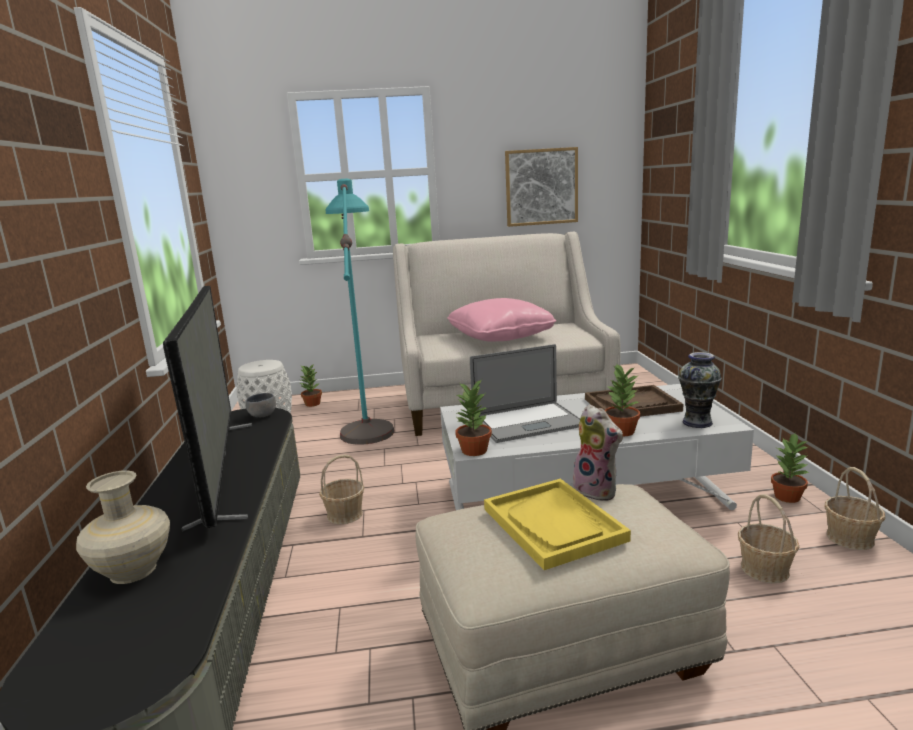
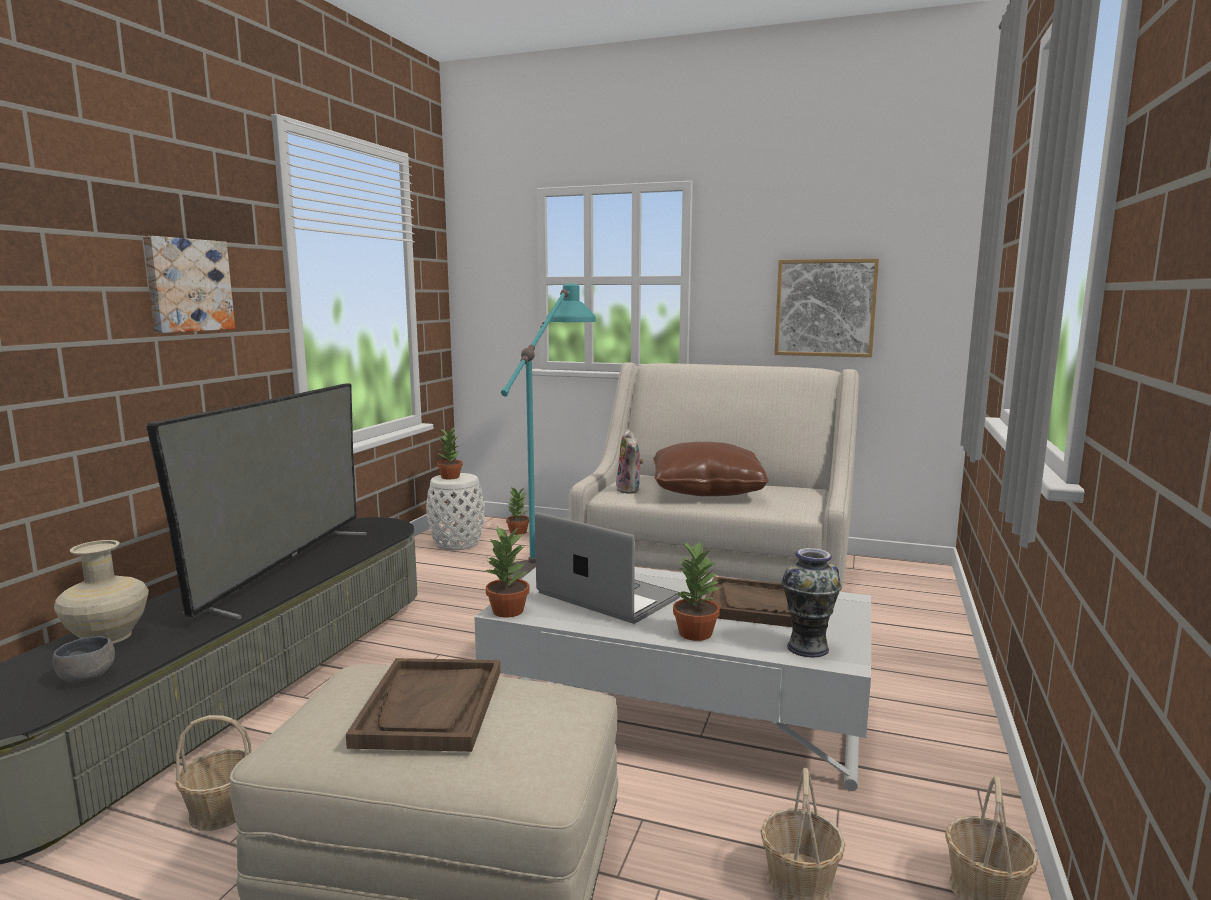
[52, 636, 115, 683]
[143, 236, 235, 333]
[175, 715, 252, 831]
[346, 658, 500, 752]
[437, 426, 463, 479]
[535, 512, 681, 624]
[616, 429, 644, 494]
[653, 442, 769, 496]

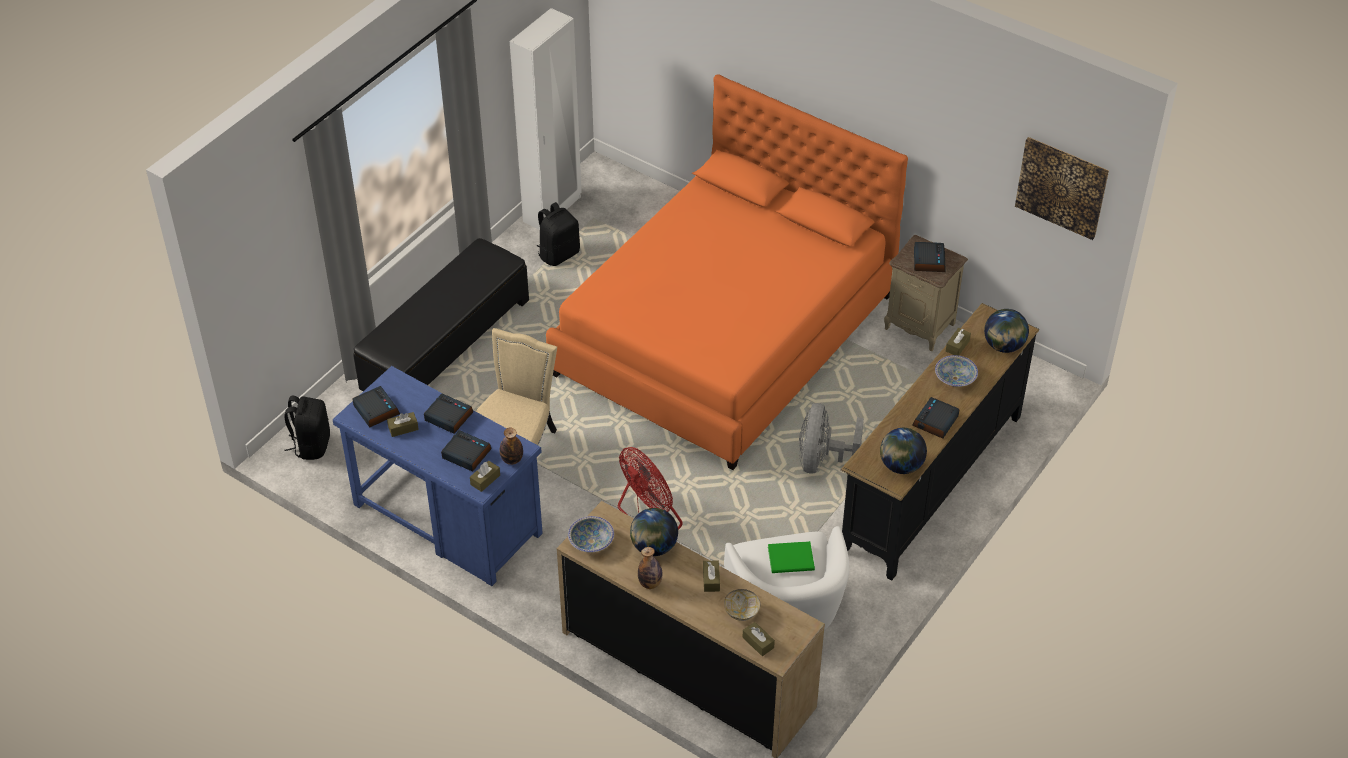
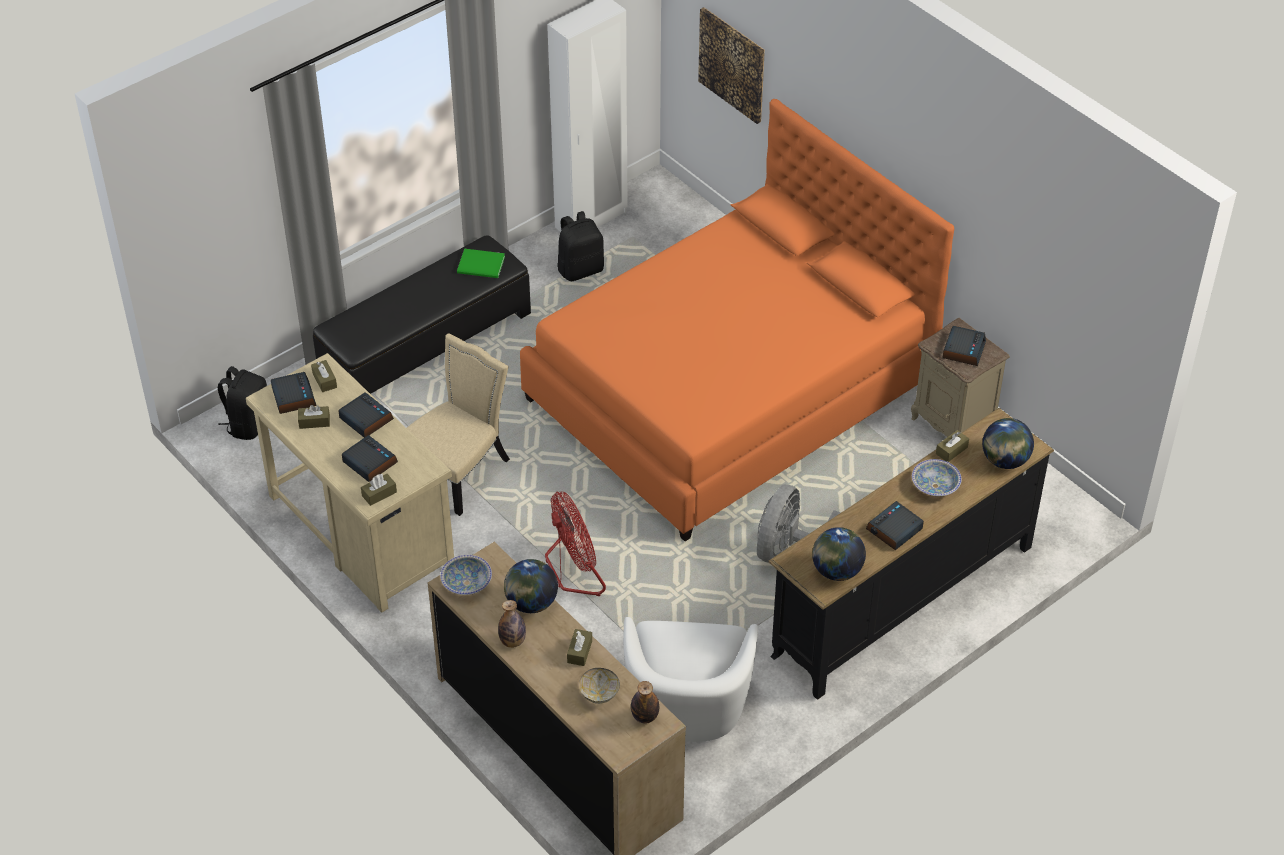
[246, 353, 454, 613]
[311, 360, 337, 392]
[457, 249, 505, 278]
[631, 681, 659, 724]
[698, 7, 765, 124]

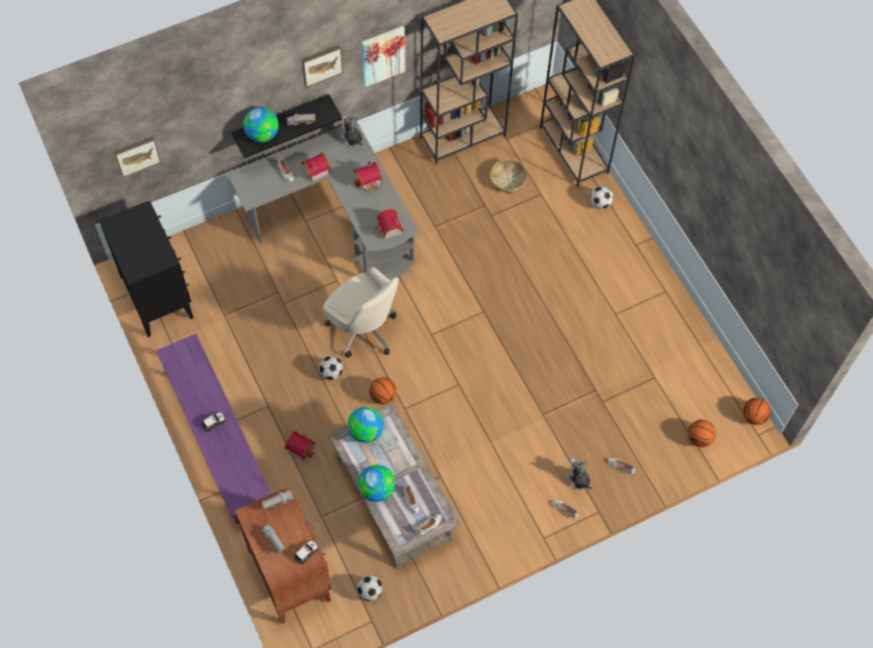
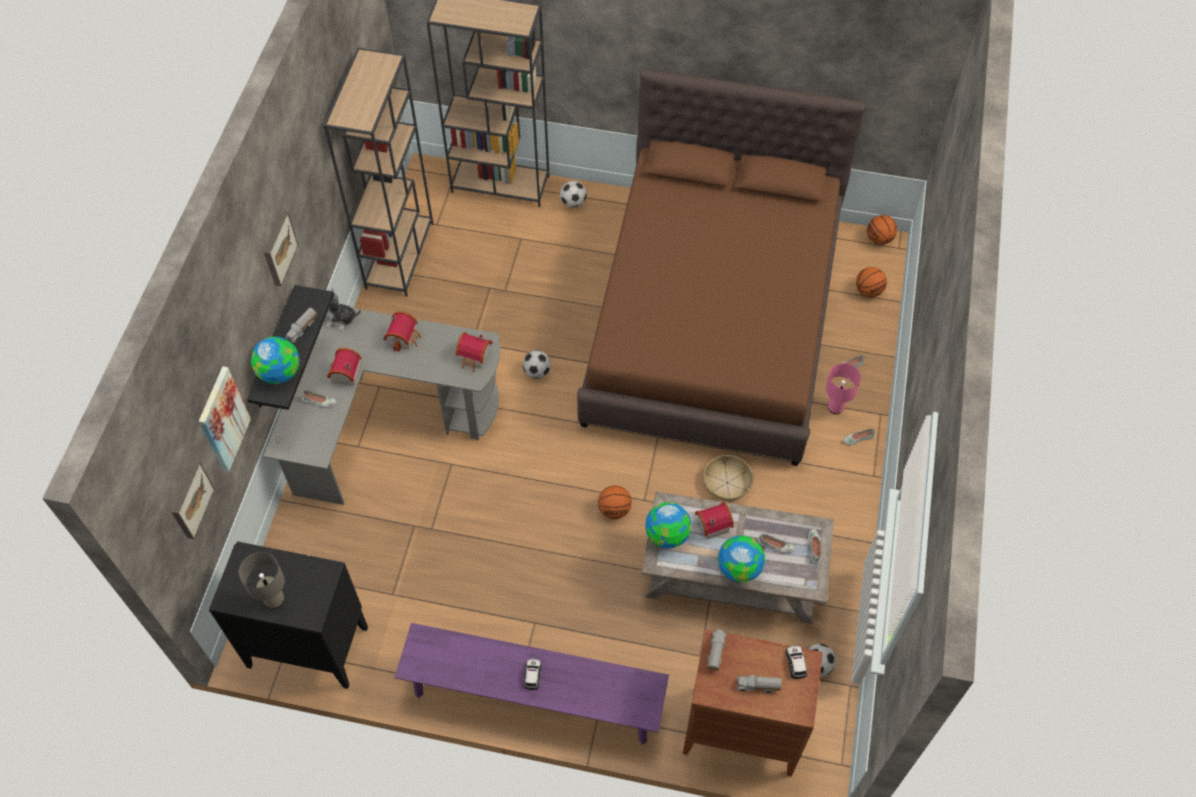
[199, 366, 251, 472]
[239, 552, 285, 609]
[523, 350, 551, 379]
[577, 68, 866, 466]
[695, 502, 734, 539]
[704, 455, 753, 503]
[826, 363, 861, 414]
[323, 267, 399, 357] (first image)

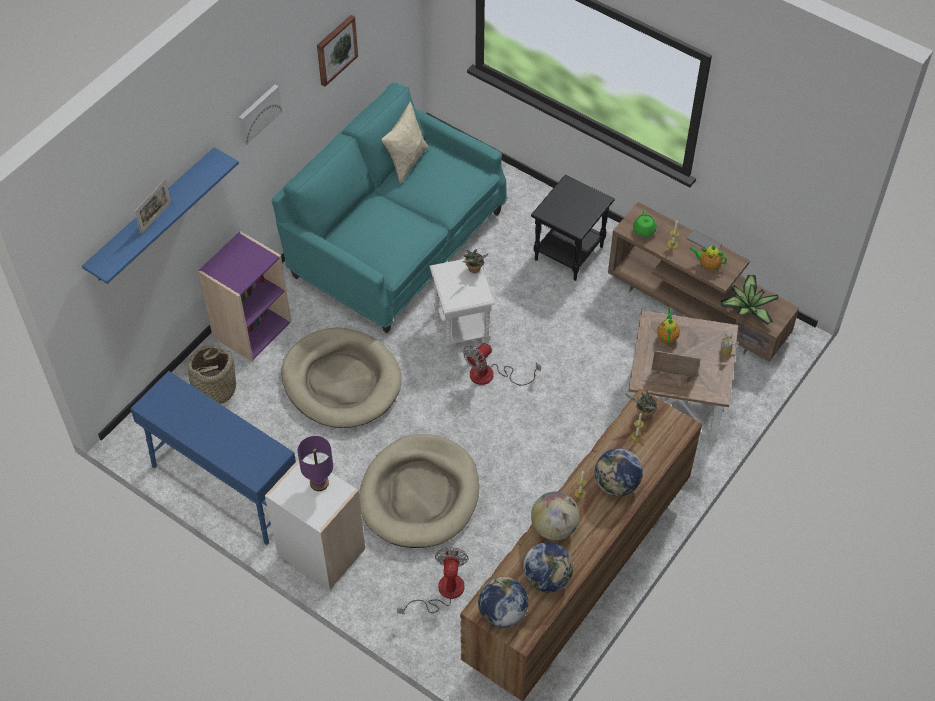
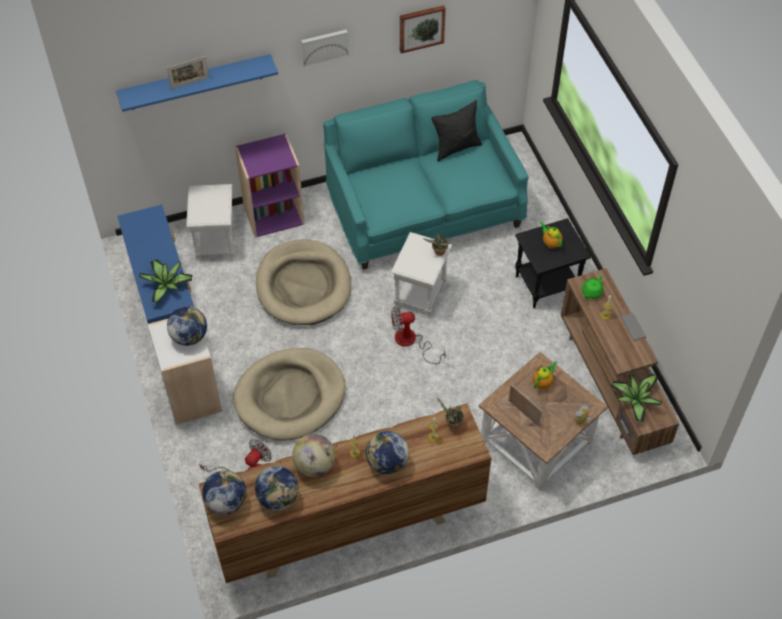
[139, 260, 193, 303]
[167, 306, 207, 346]
[186, 184, 235, 262]
[431, 100, 482, 162]
[540, 221, 563, 249]

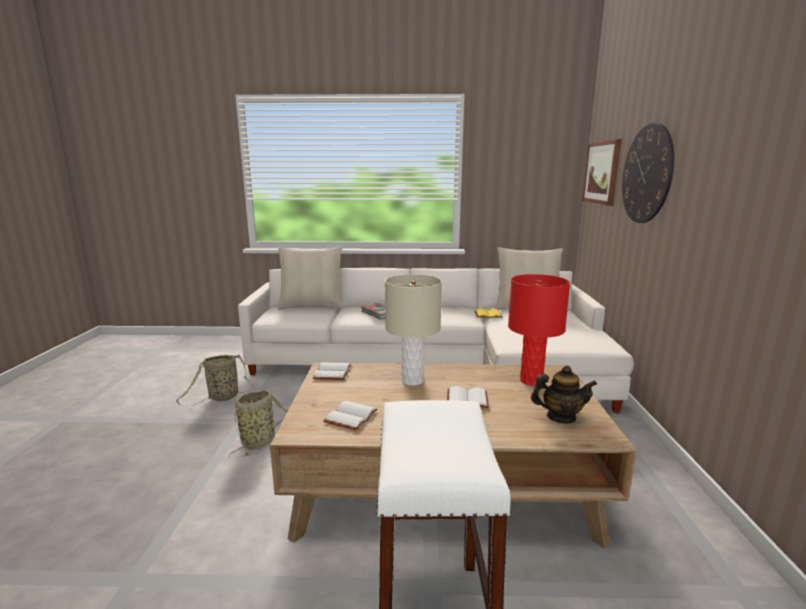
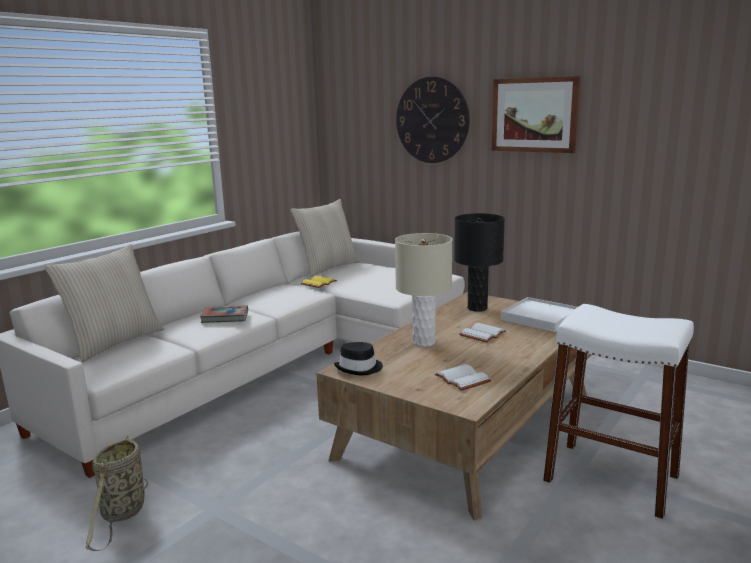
[334, 342, 383, 375]
[454, 213, 505, 312]
[492, 76, 580, 153]
[501, 297, 577, 332]
[229, 390, 288, 458] (first image)

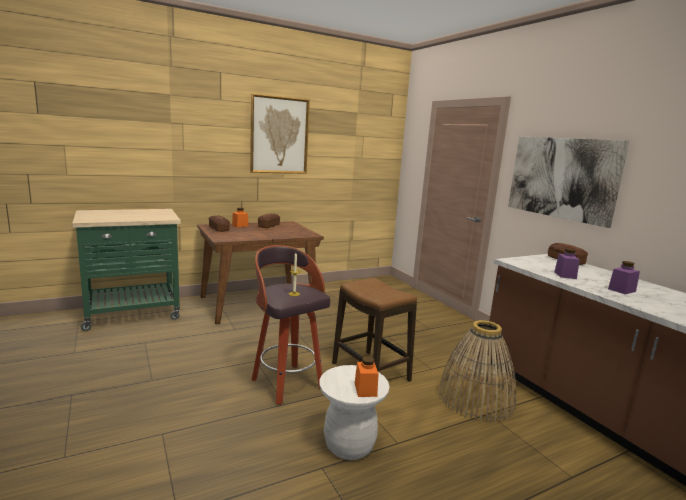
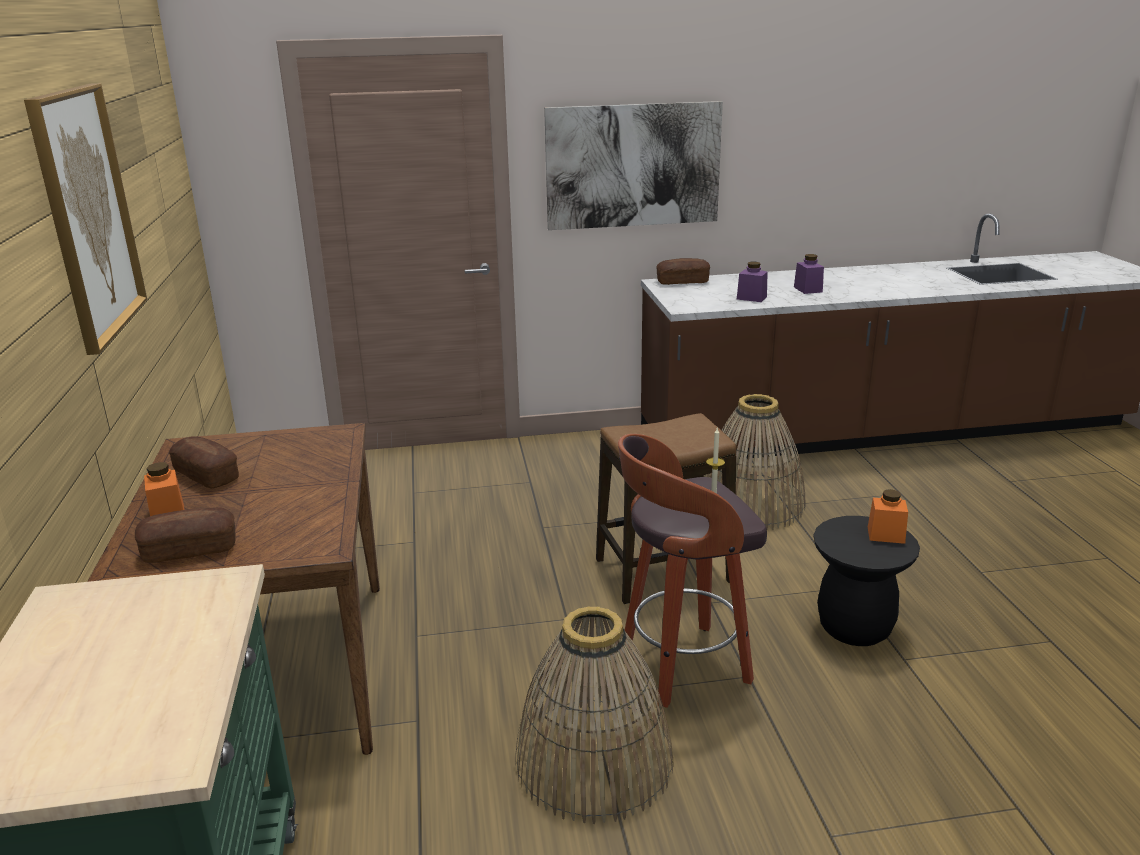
[515, 606, 673, 824]
[814, 516, 920, 646]

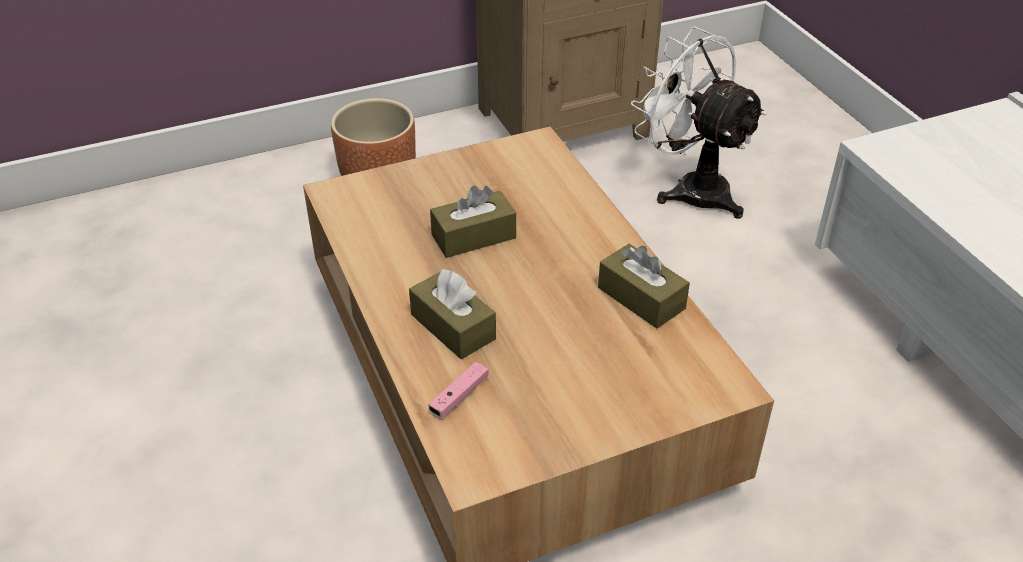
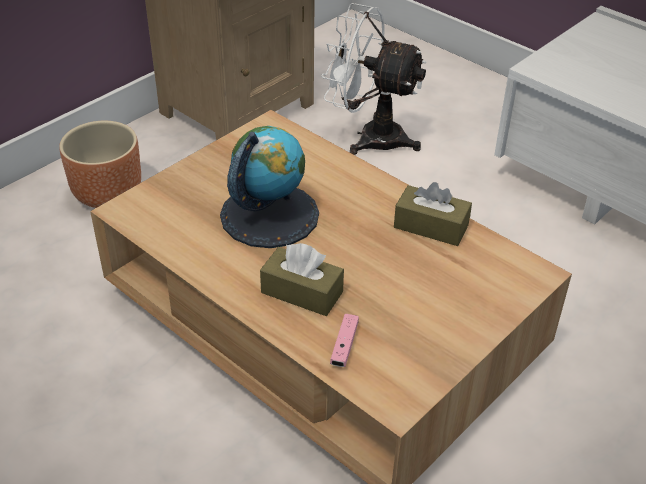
[220, 126, 319, 248]

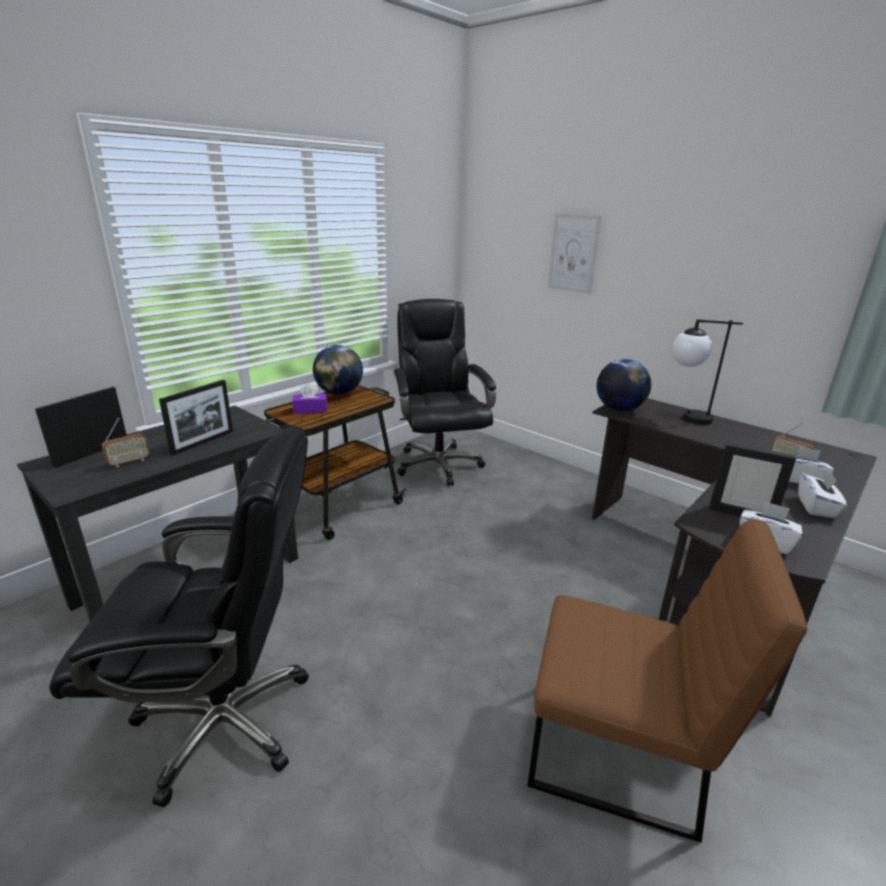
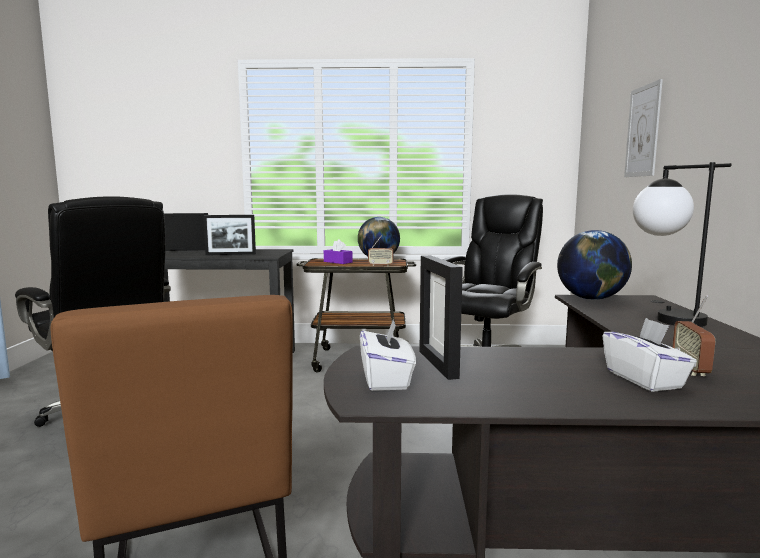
[368, 235, 393, 266]
[798, 472, 847, 518] (first image)

